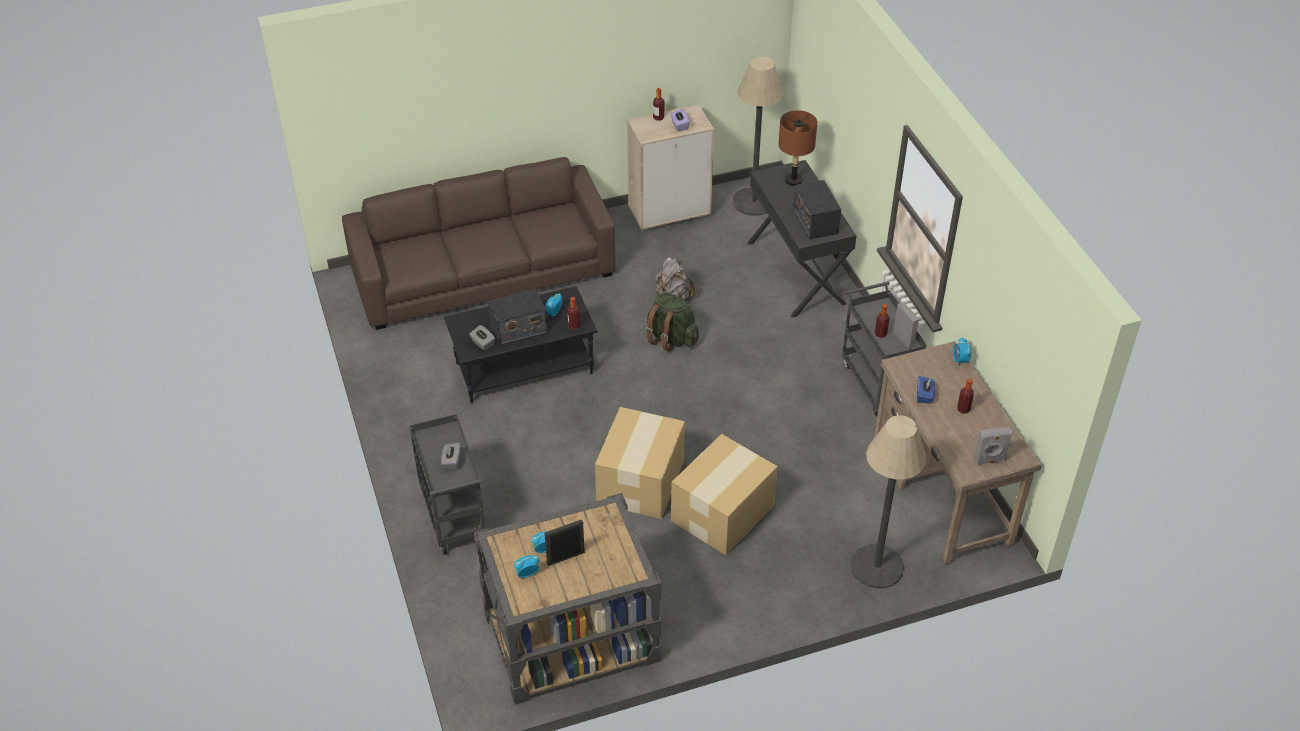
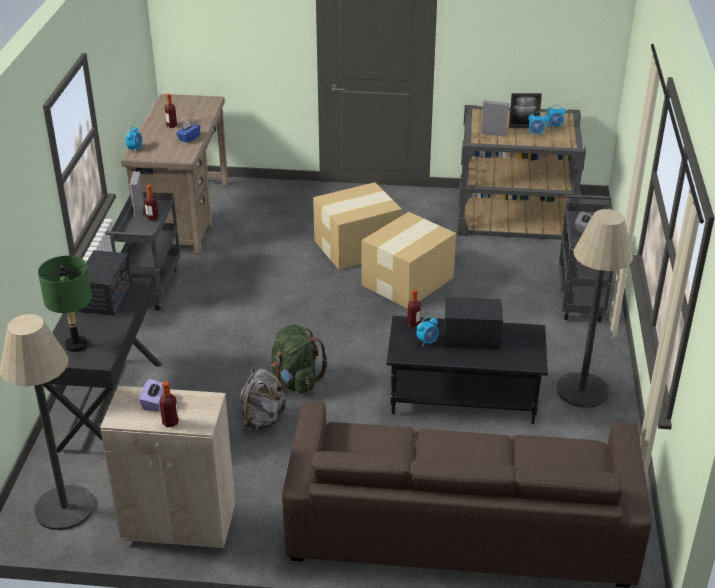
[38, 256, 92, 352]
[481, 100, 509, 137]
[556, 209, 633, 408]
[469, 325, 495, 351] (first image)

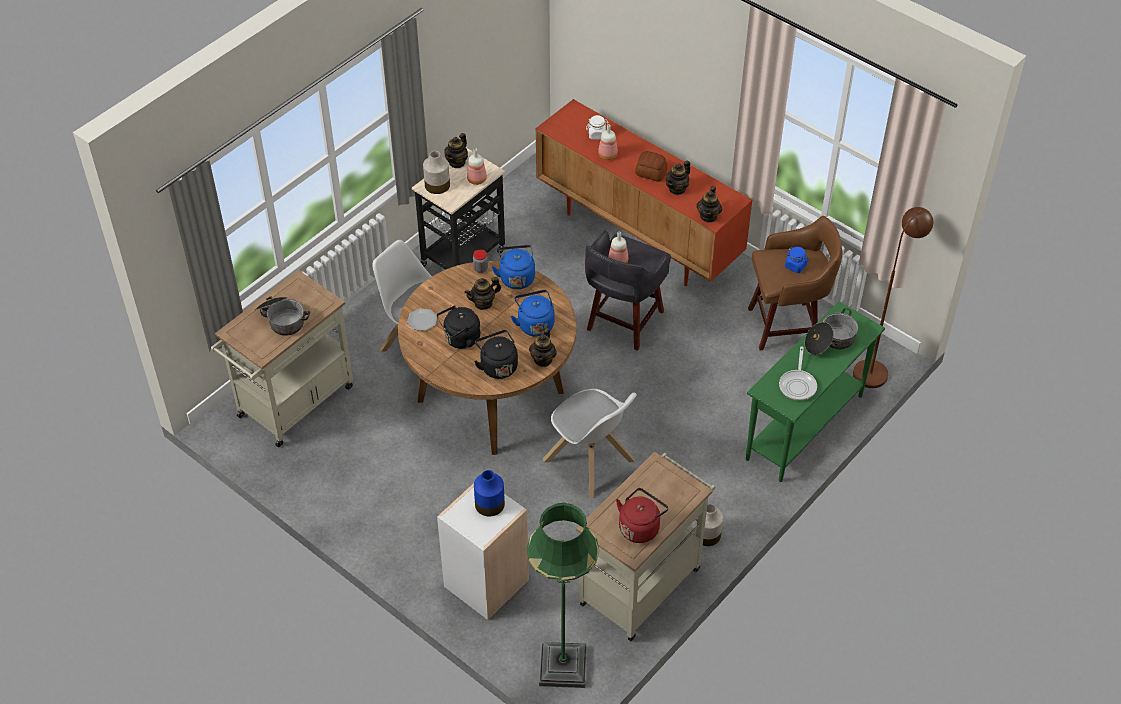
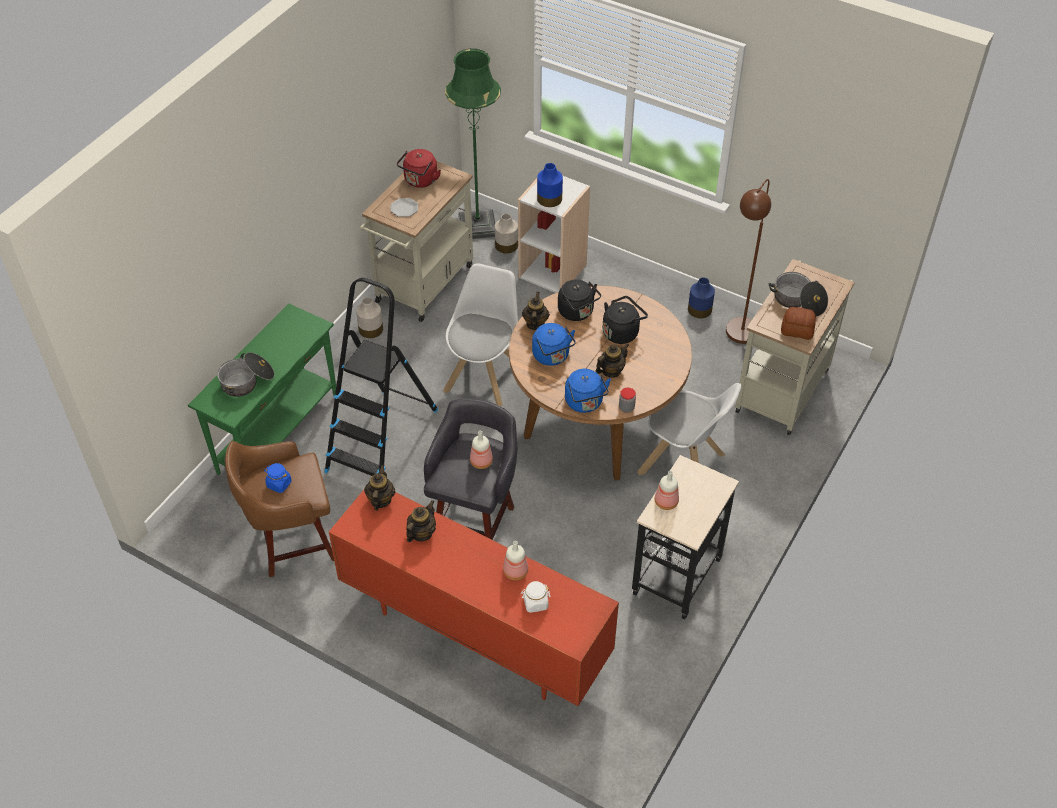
[324, 278, 438, 476]
[390, 198, 418, 217]
[443, 263, 518, 406]
[495, 213, 518, 253]
[688, 277, 715, 318]
[726, 179, 771, 344]
[781, 307, 816, 340]
[445, 133, 468, 168] (first image)
[779, 346, 817, 401] (first image)

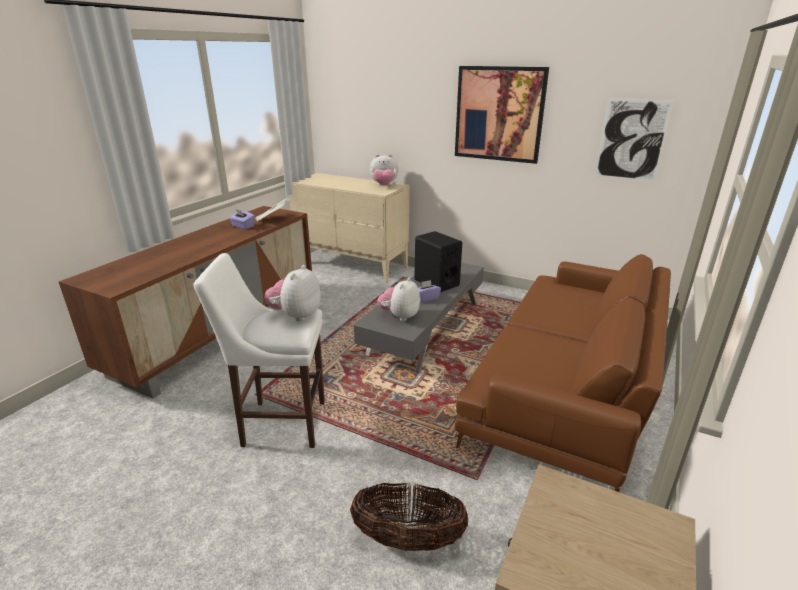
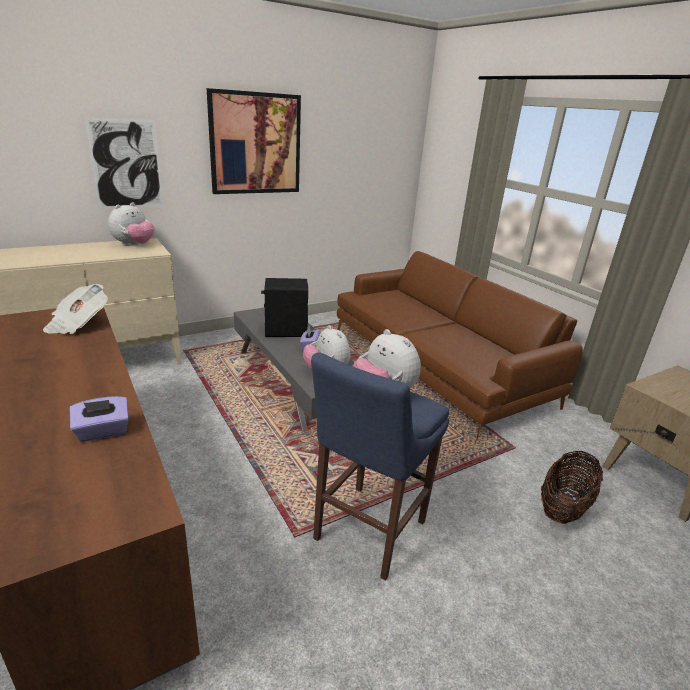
[70, 396, 129, 442]
[85, 118, 163, 208]
[311, 352, 449, 581]

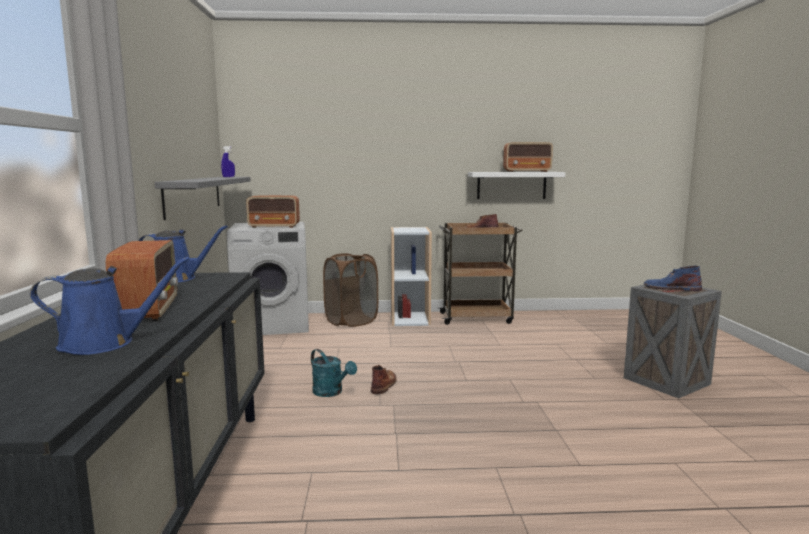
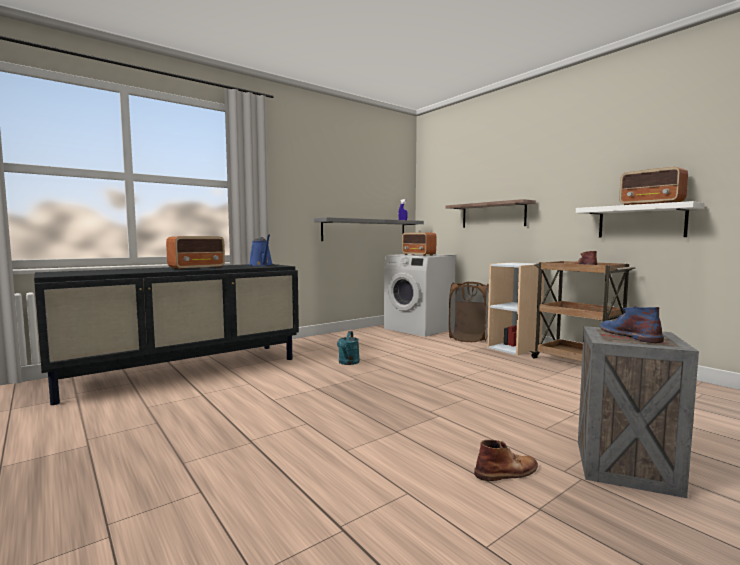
[445, 199, 536, 228]
[474, 440, 538, 481]
[30, 256, 190, 355] (first image)

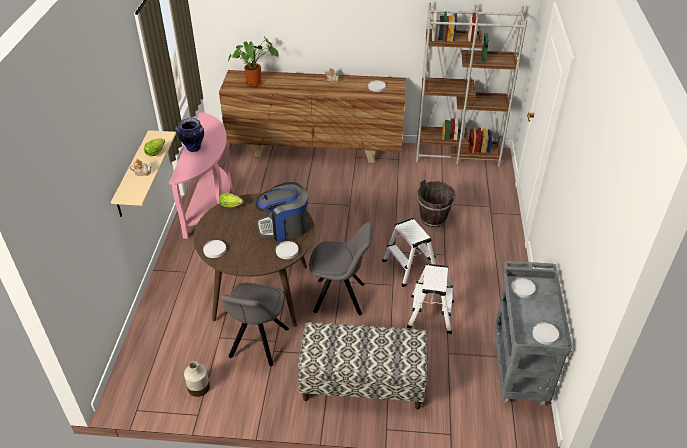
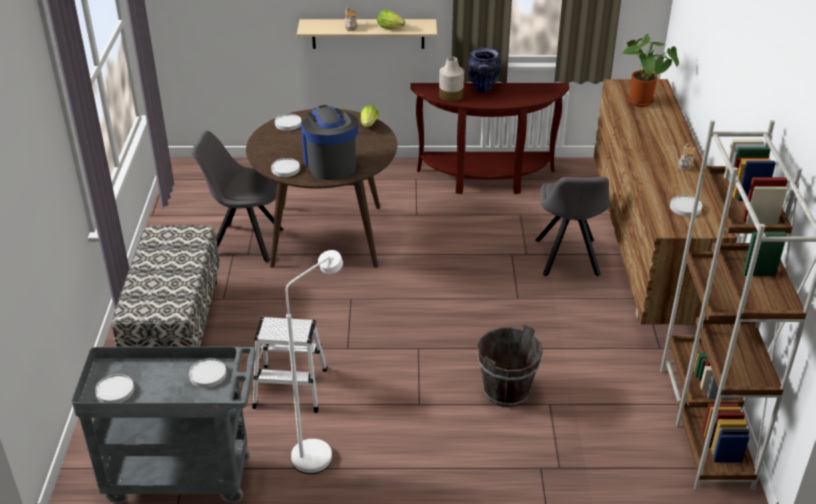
[286, 250, 343, 474]
[410, 83, 569, 194]
[439, 57, 464, 102]
[535, 177, 611, 276]
[382, 218, 436, 287] (first image)

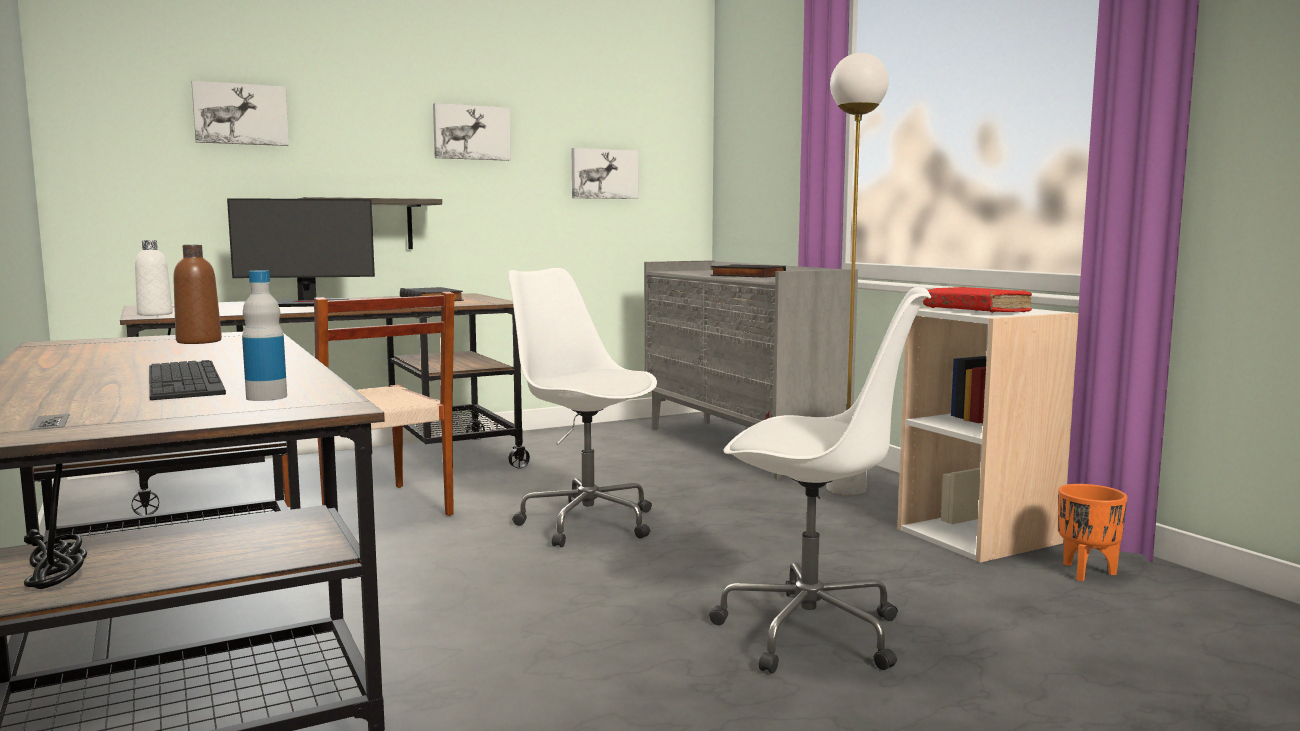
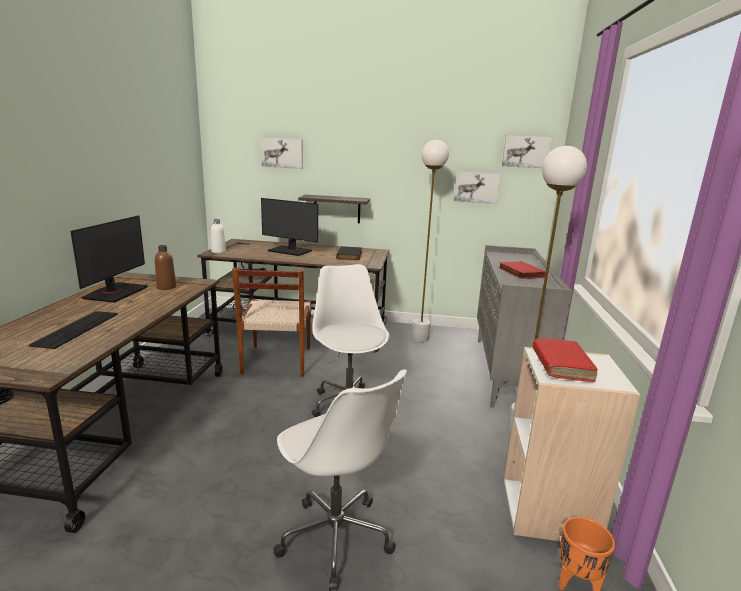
[70, 215, 148, 303]
[412, 140, 449, 342]
[498, 261, 546, 279]
[502, 135, 552, 168]
[242, 270, 287, 401] (first image)

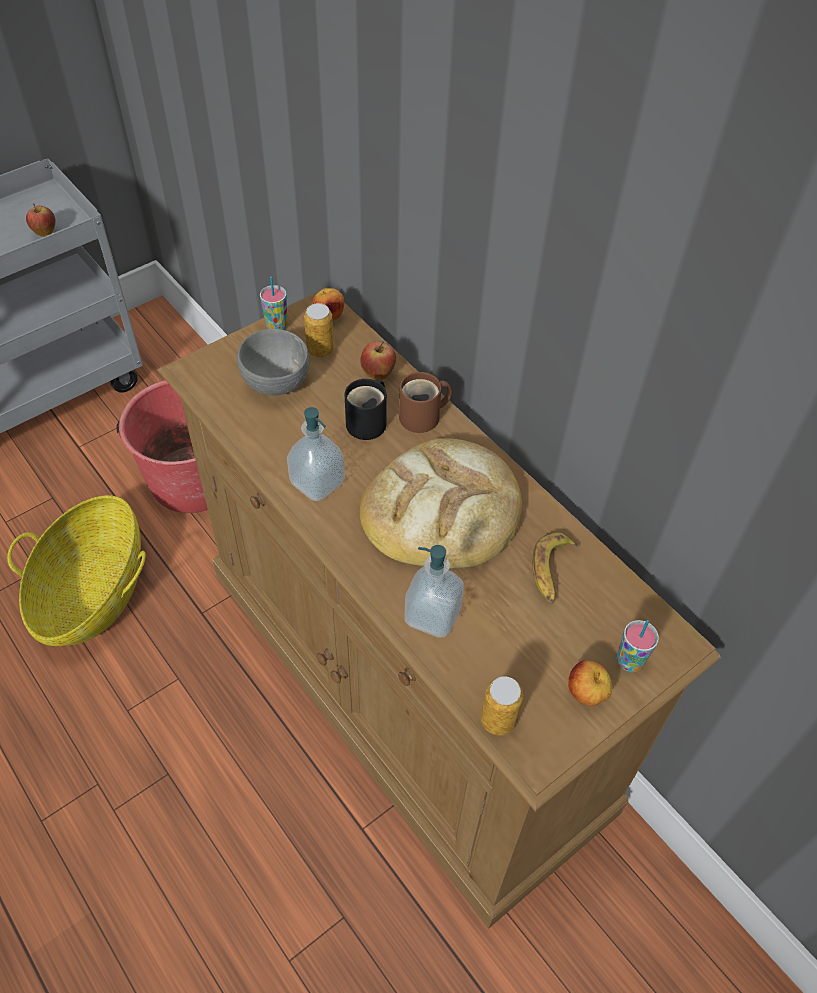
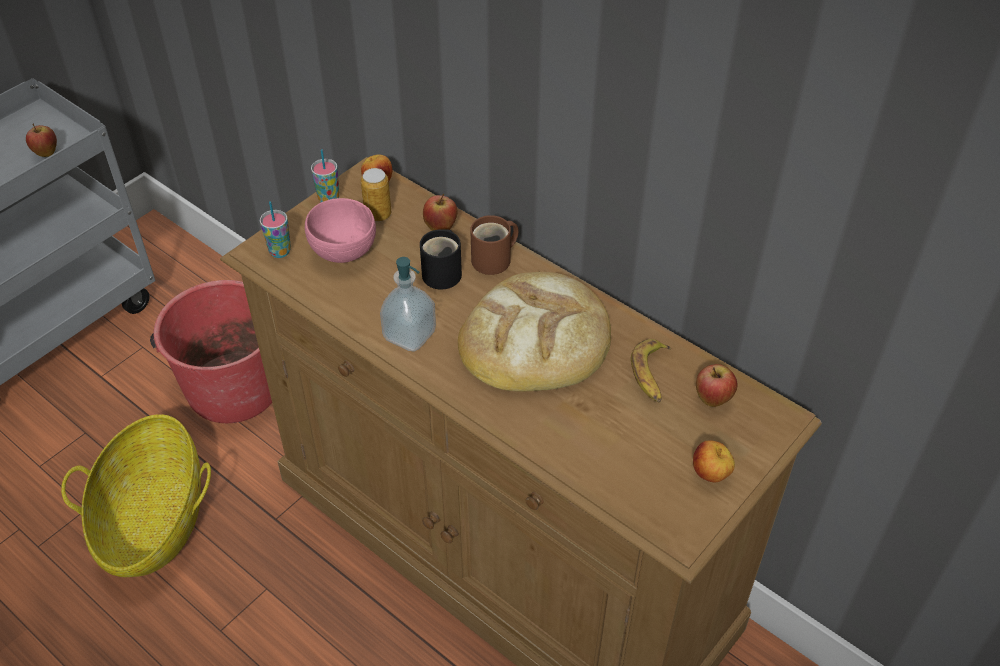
[260, 201, 291, 258]
[305, 198, 376, 263]
[696, 364, 737, 407]
[405, 545, 464, 637] (first image)
[481, 676, 523, 735] (first image)

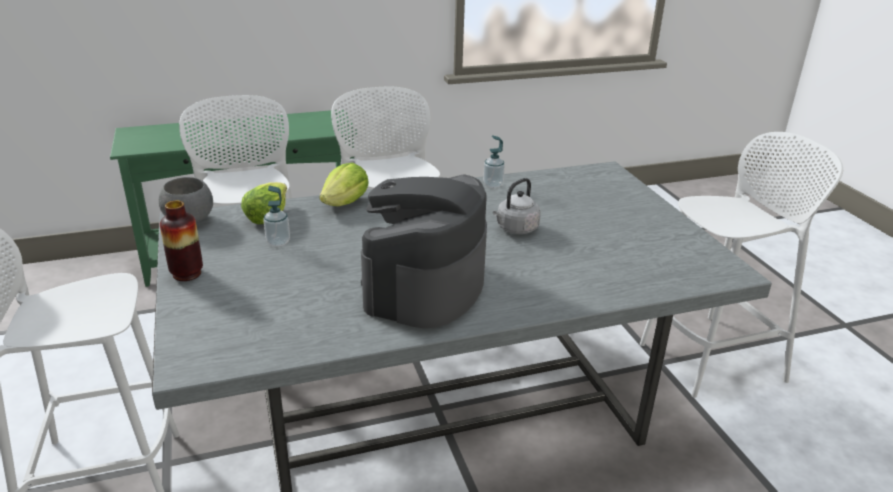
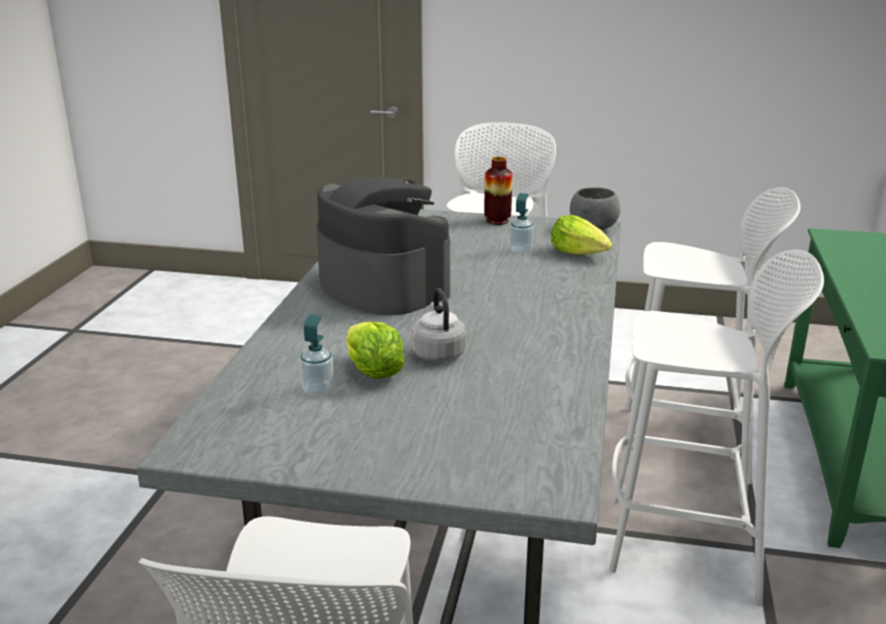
[300, 315, 334, 396]
[346, 322, 405, 379]

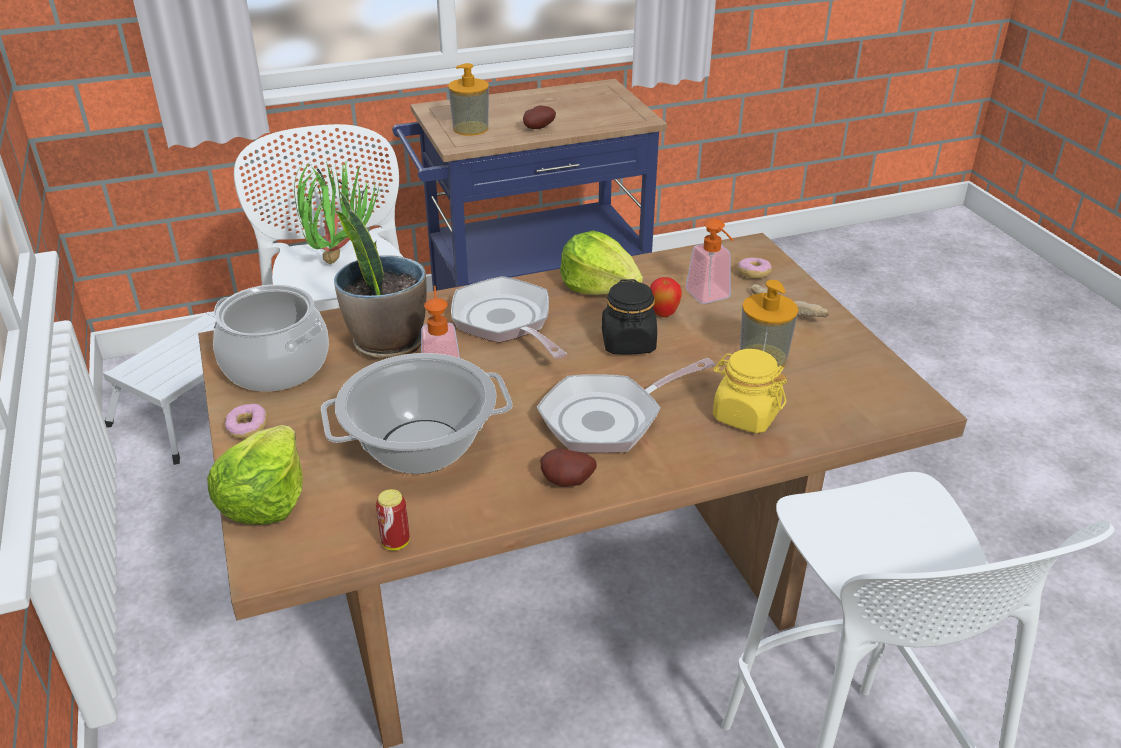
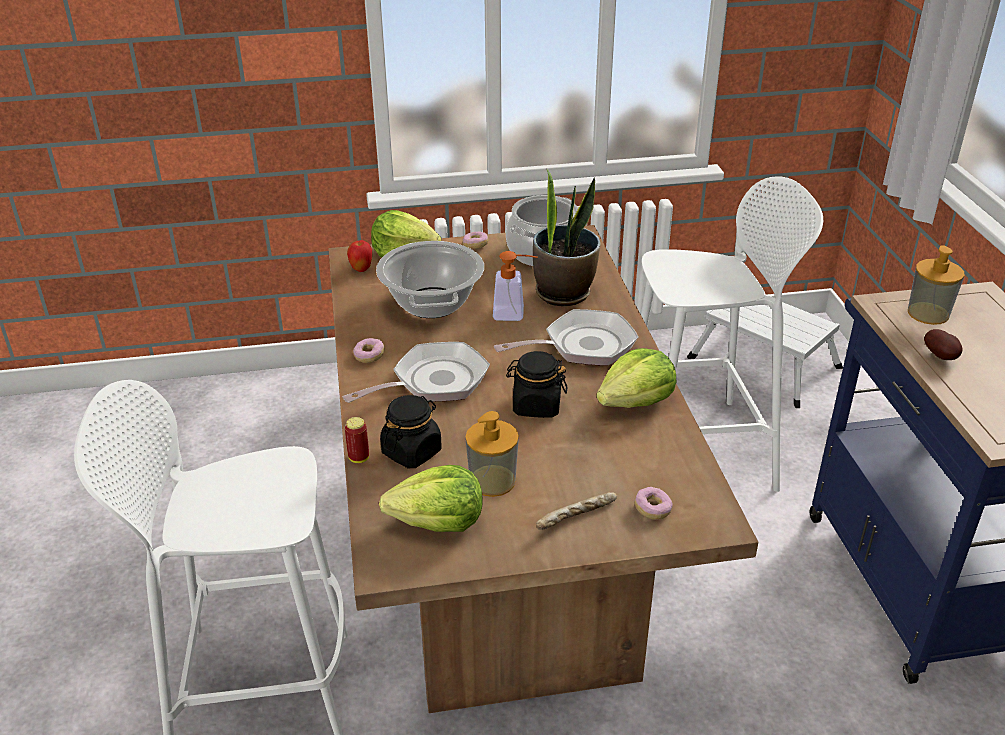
[343, 342, 490, 403]
[345, 417, 369, 463]
[347, 240, 372, 272]
[353, 338, 385, 363]
[379, 465, 483, 532]
[380, 395, 442, 468]
[294, 160, 380, 264] (first image)
[686, 219, 734, 304] (first image)

